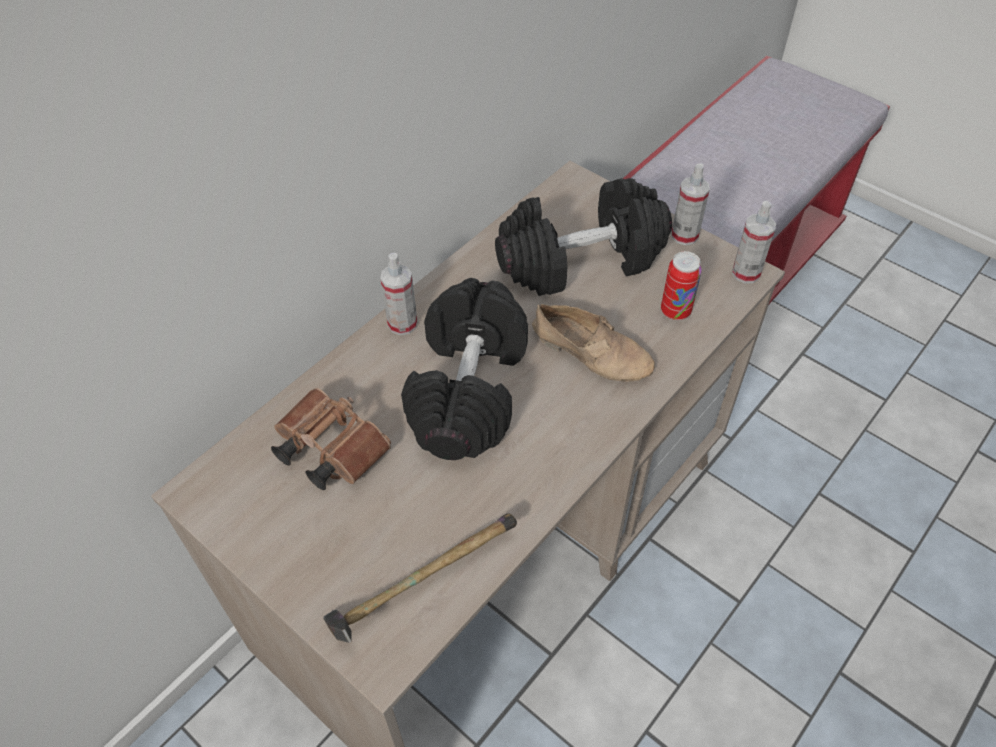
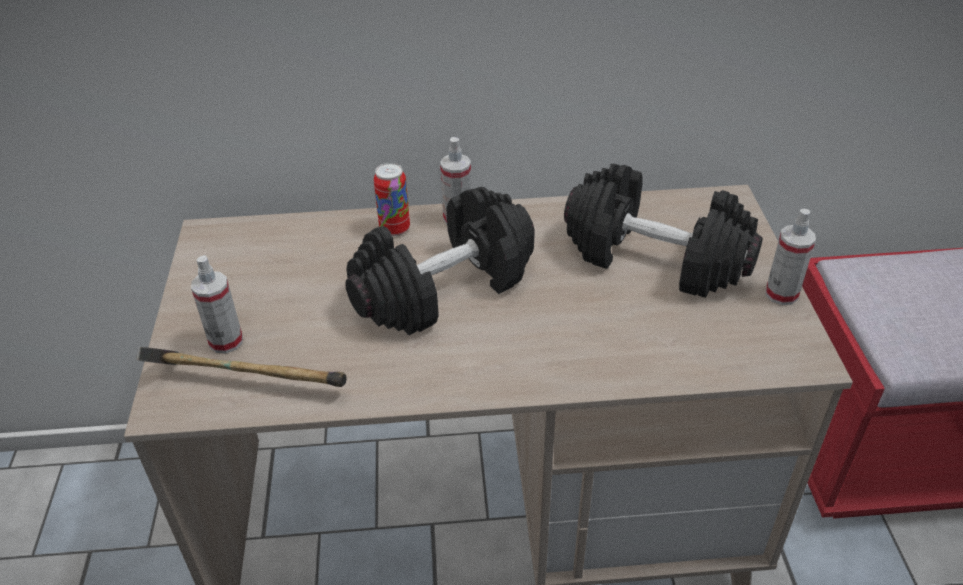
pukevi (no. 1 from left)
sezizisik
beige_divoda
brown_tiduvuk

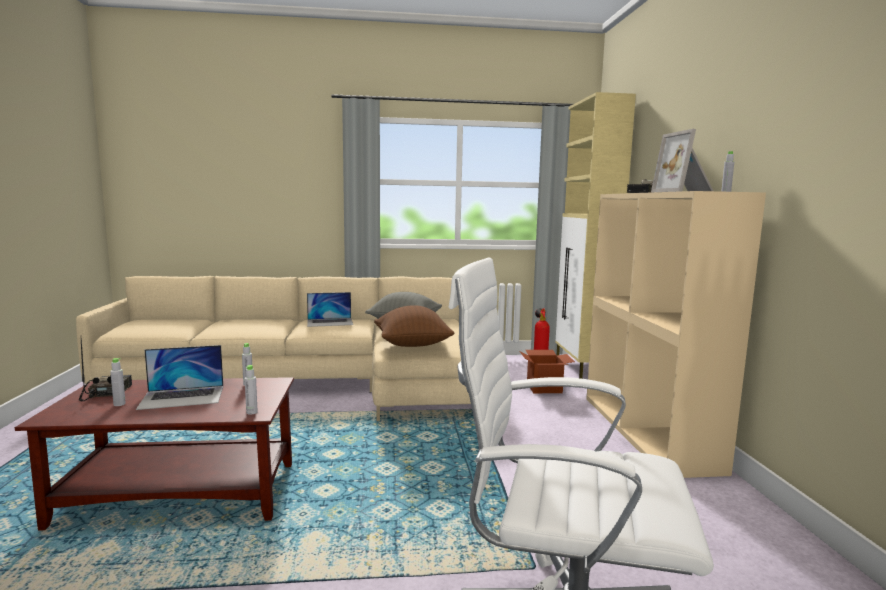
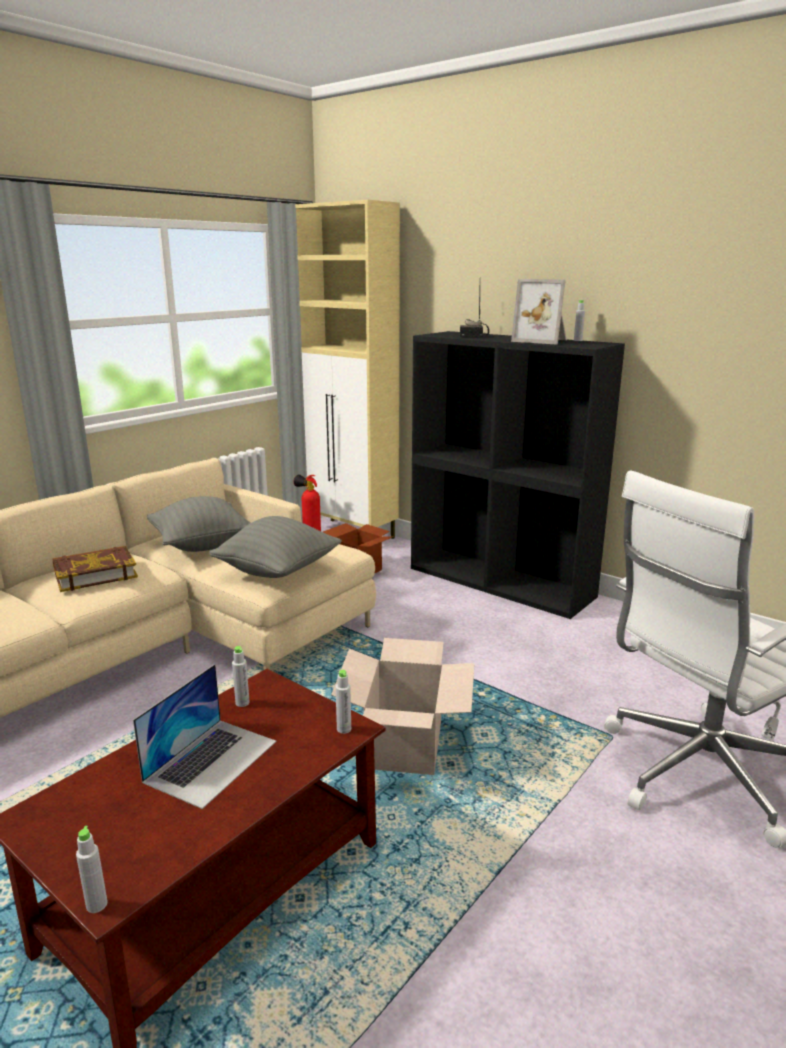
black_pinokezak
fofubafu
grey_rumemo (no. 2 from left)
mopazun (no. 1 from left in the first image)
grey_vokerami (no. 1 from left)
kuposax (no. 2 from left)

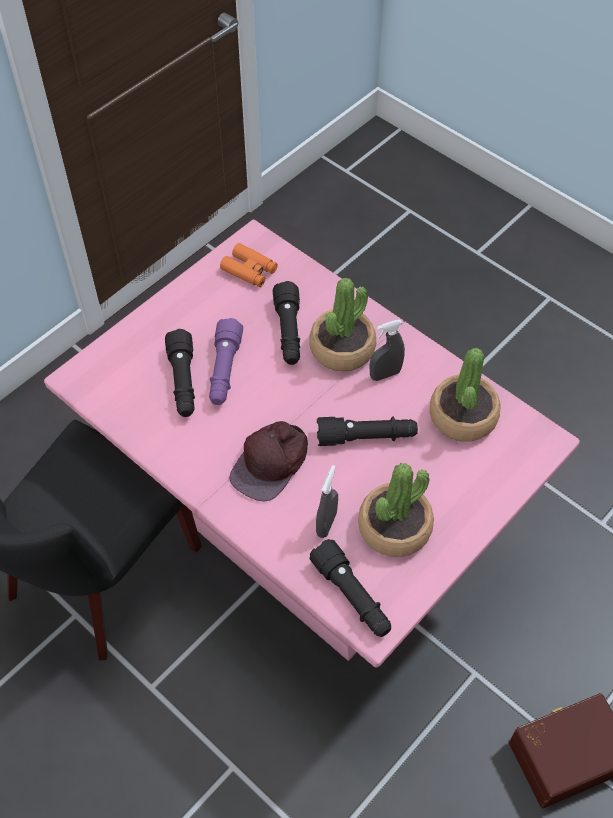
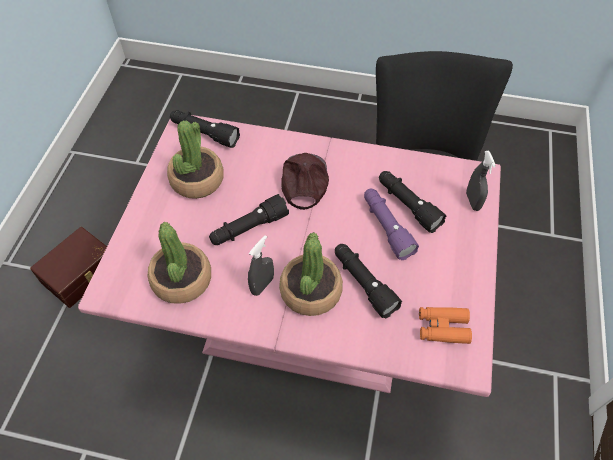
grey_pukevi (no. 2 from left)

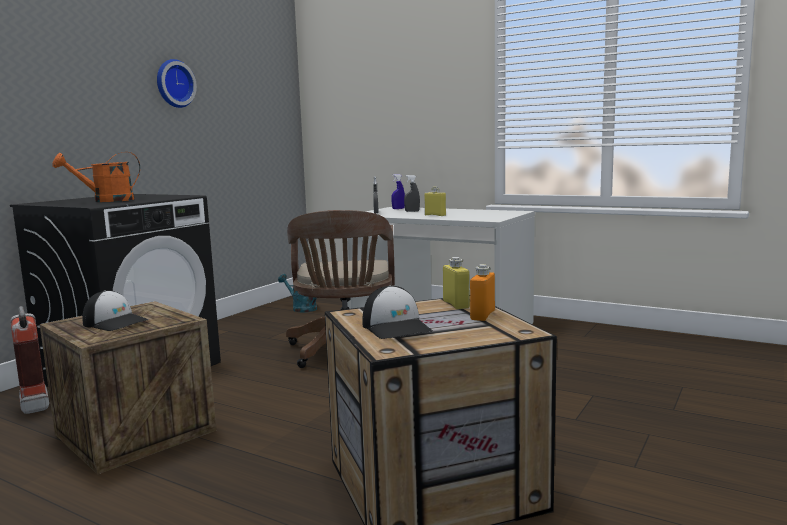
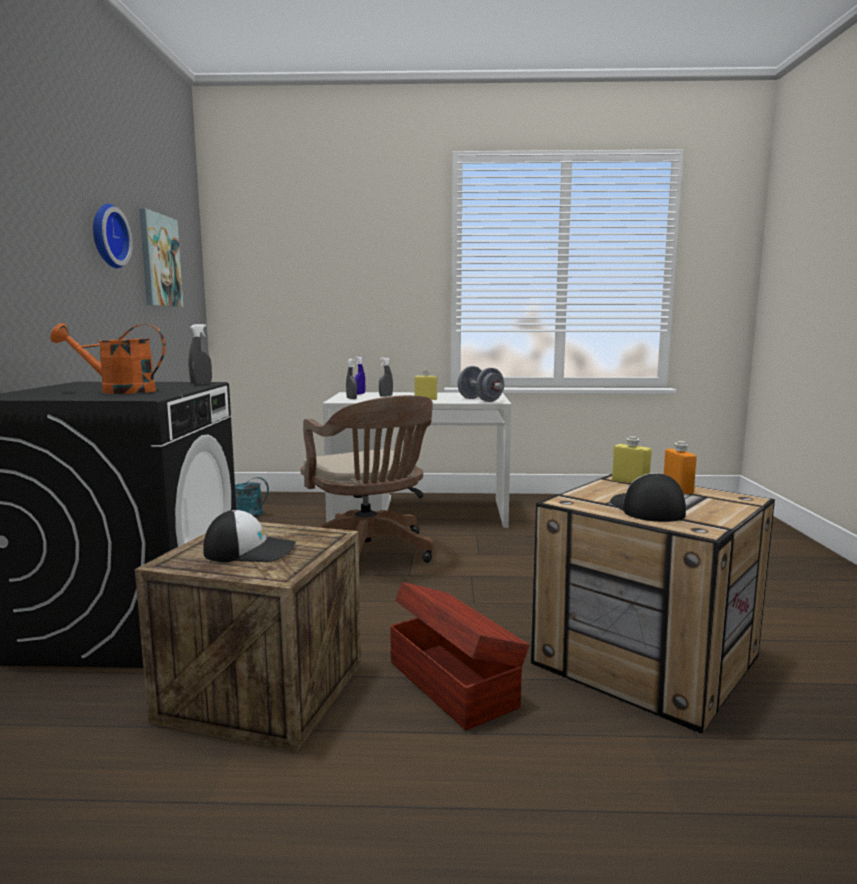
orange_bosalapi
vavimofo (no. 2 from left)
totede
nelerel
grey_pukevi (no. 1 from left)
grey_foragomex
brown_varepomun

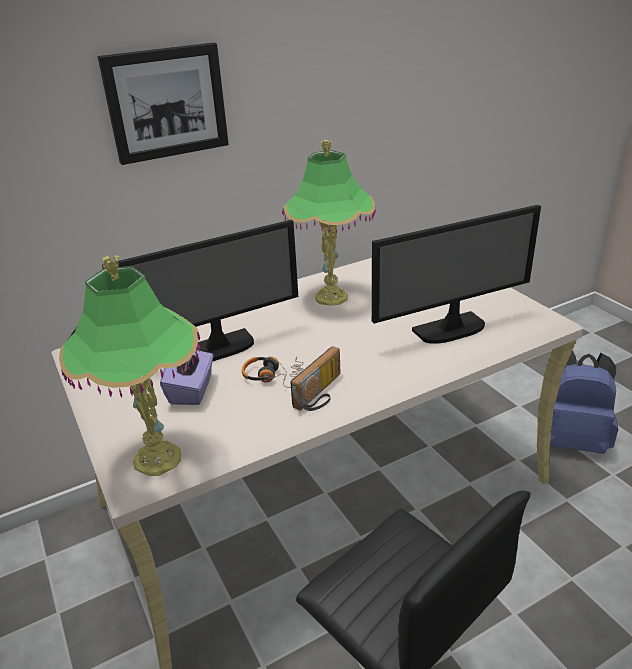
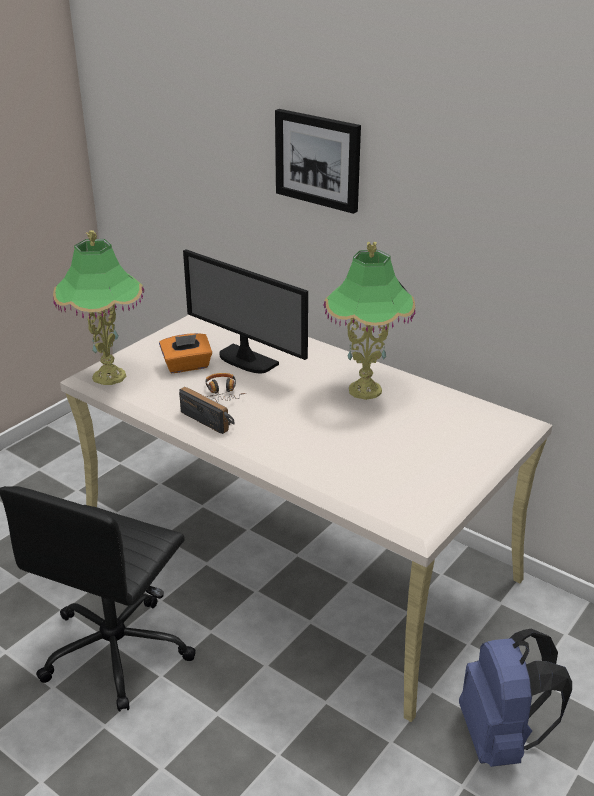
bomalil (no. 2 from left in the first image)
mopazun
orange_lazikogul

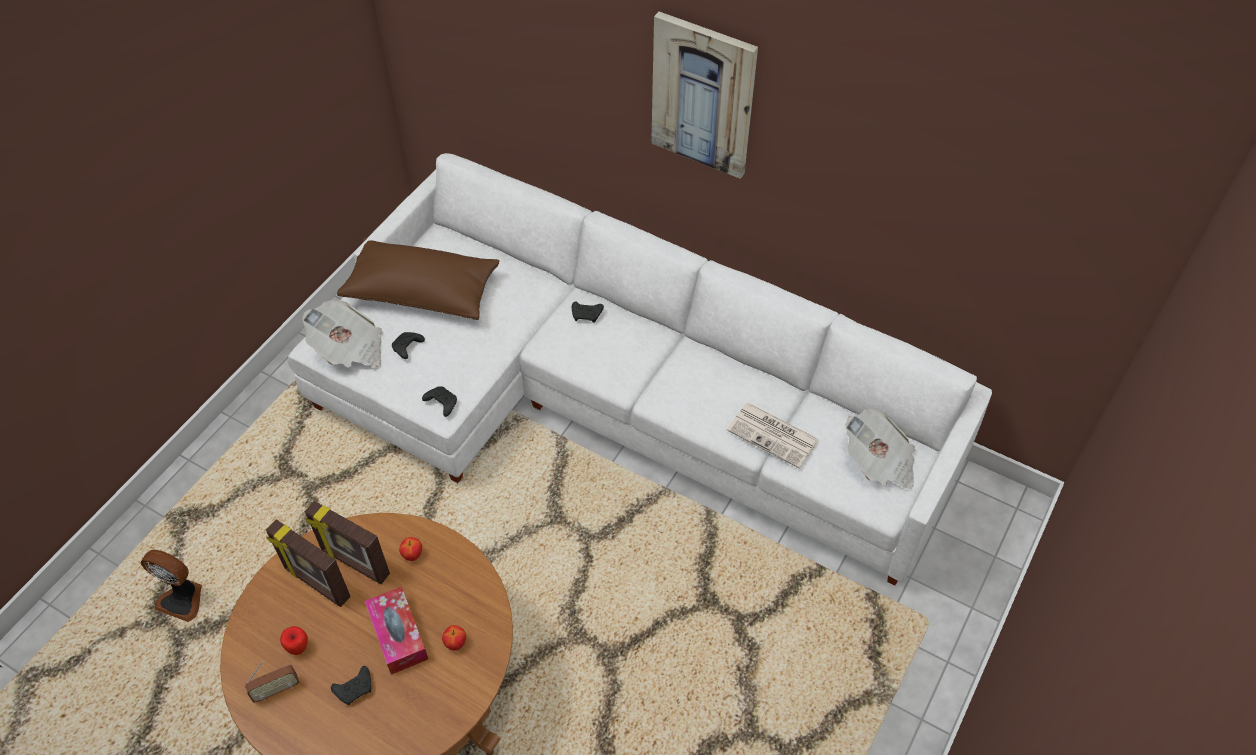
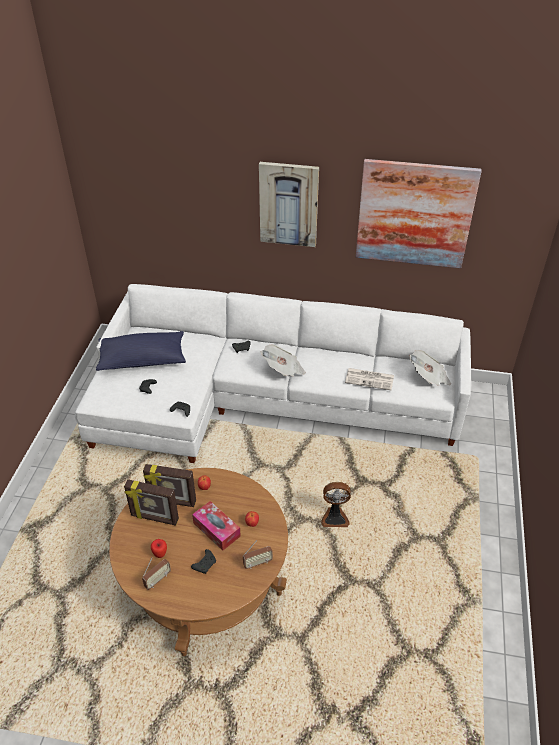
blue_rumemo
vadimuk (no. 1 from left)
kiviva
nelerel (no. 2 from left)
mopazun (no. 2 from left)

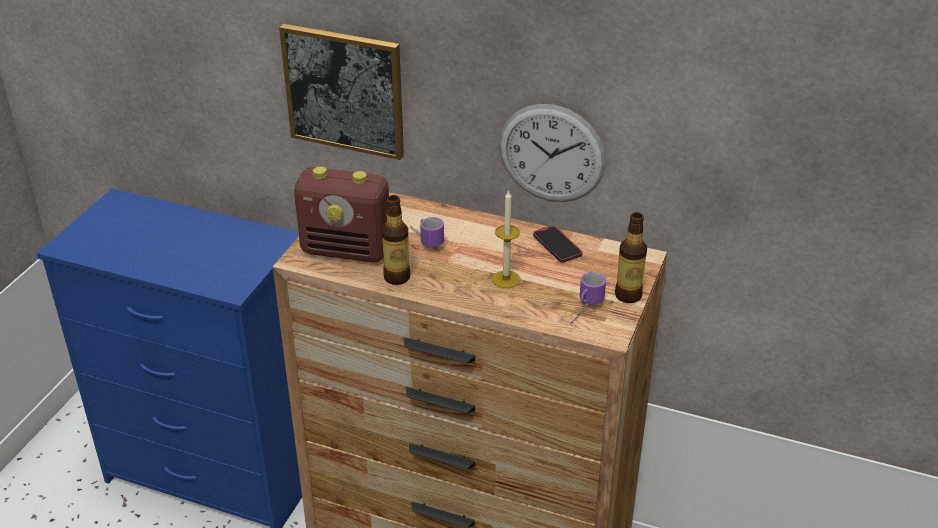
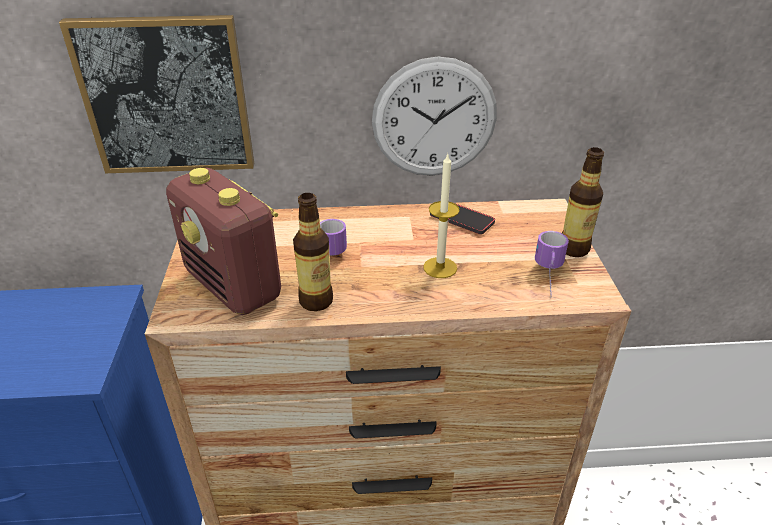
mopazun

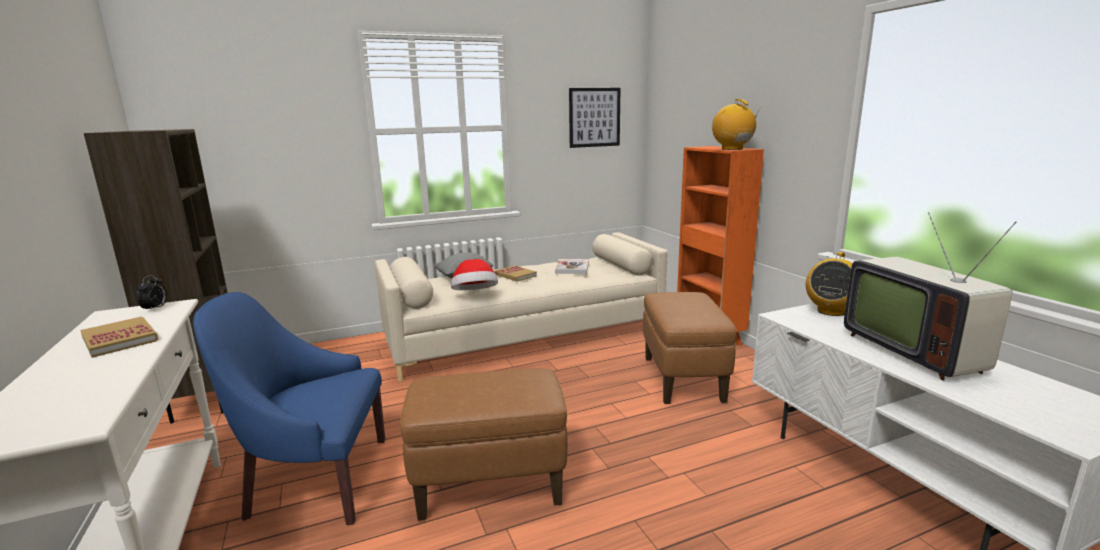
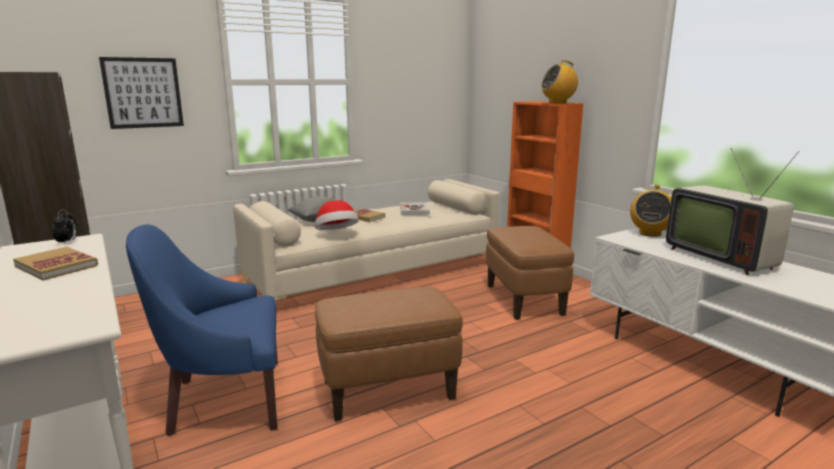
nelerel
mopazun (no. 1 from left)

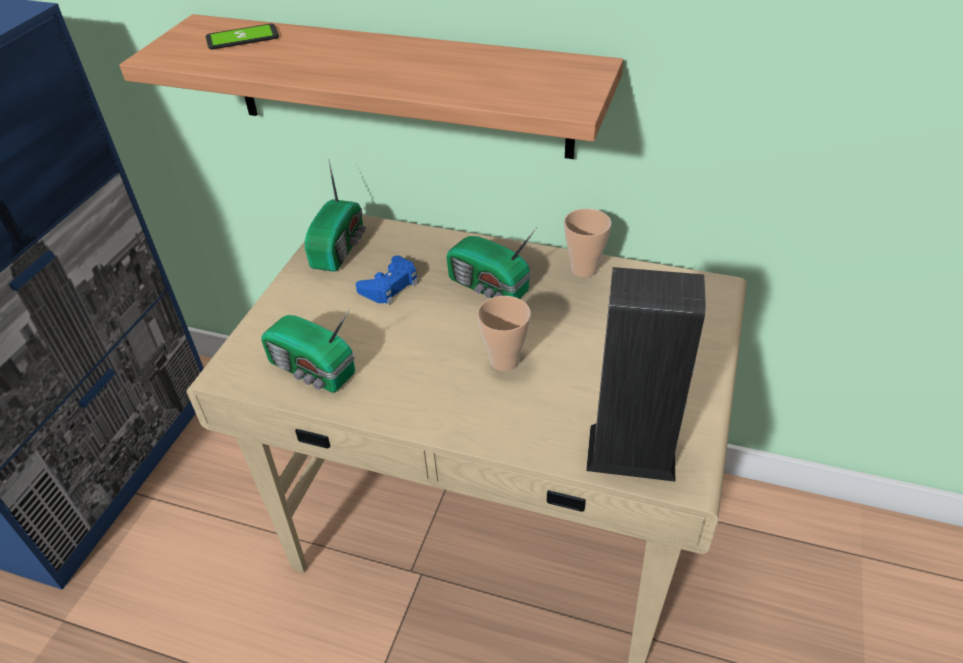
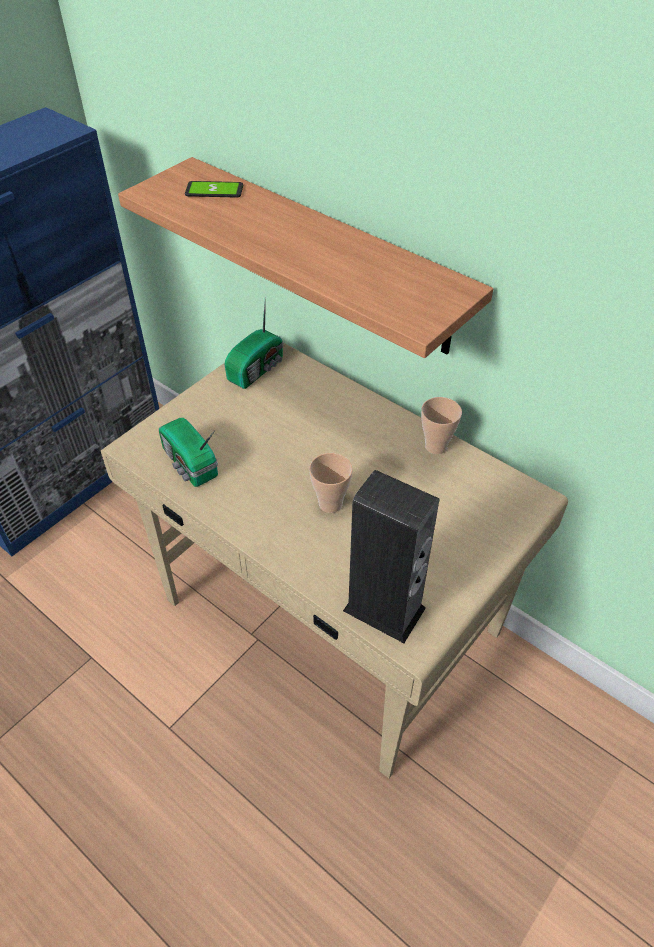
mopazun (no. 3 from left in the first image)
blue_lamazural

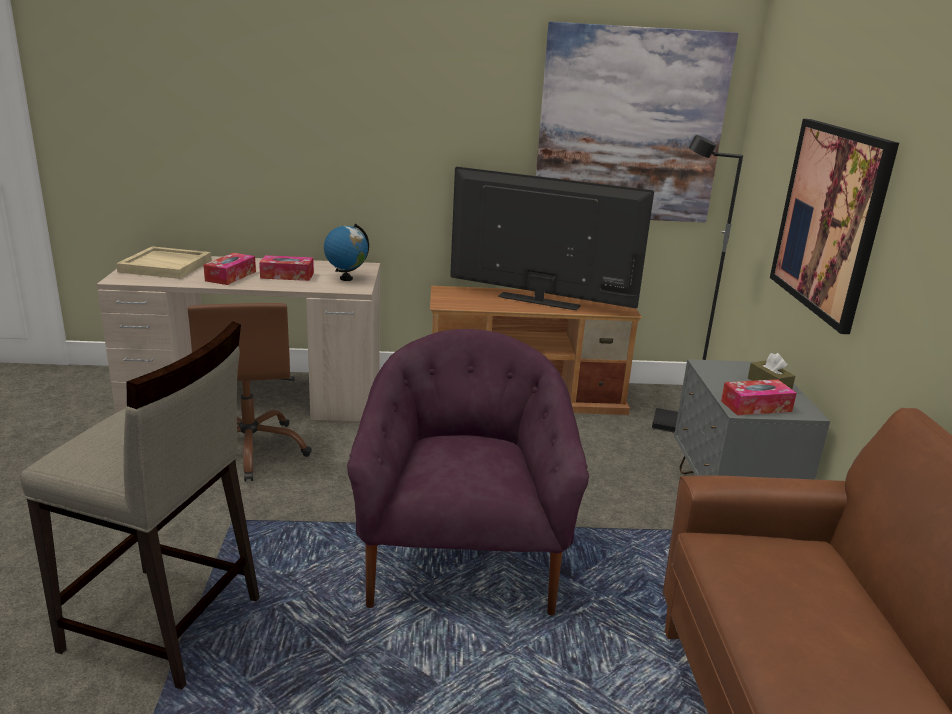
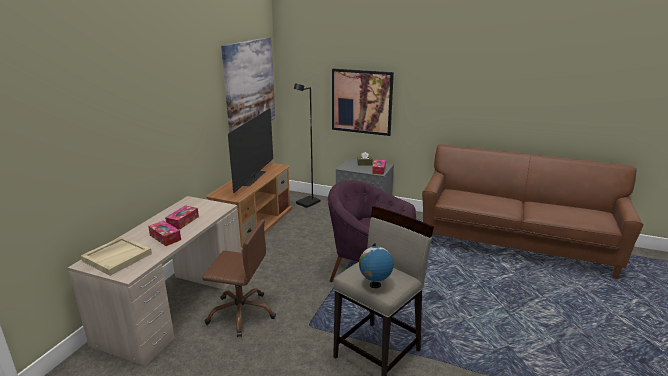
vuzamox
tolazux

